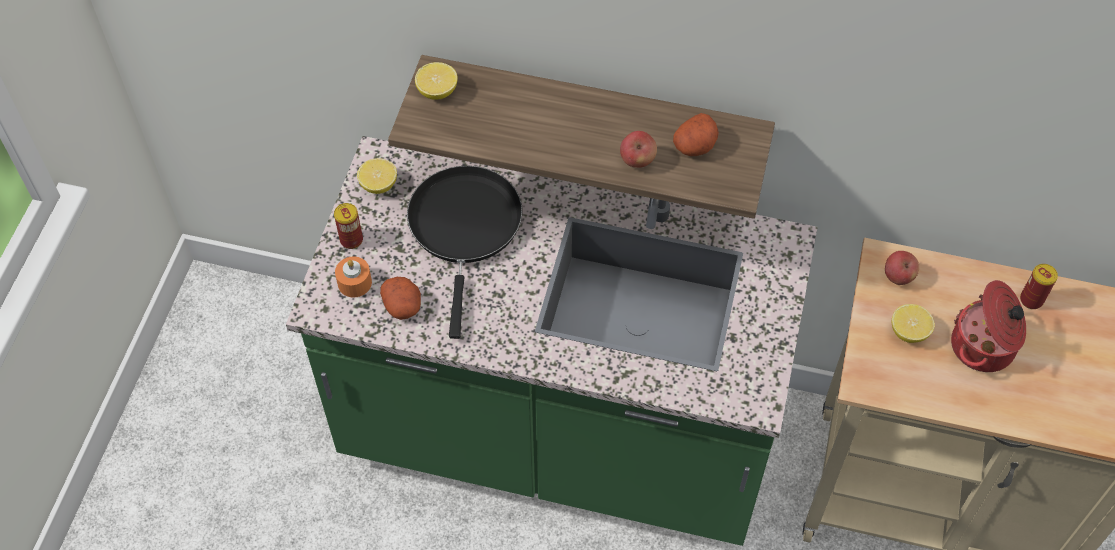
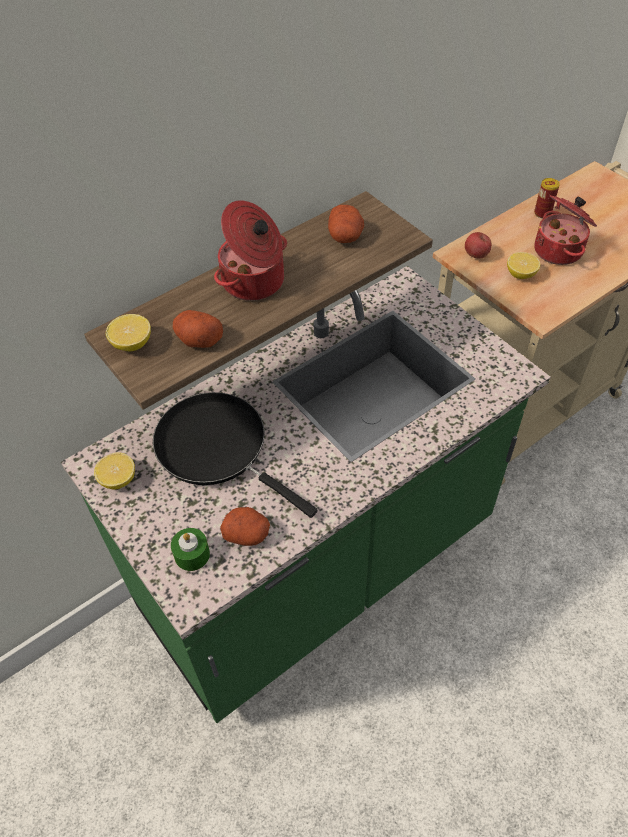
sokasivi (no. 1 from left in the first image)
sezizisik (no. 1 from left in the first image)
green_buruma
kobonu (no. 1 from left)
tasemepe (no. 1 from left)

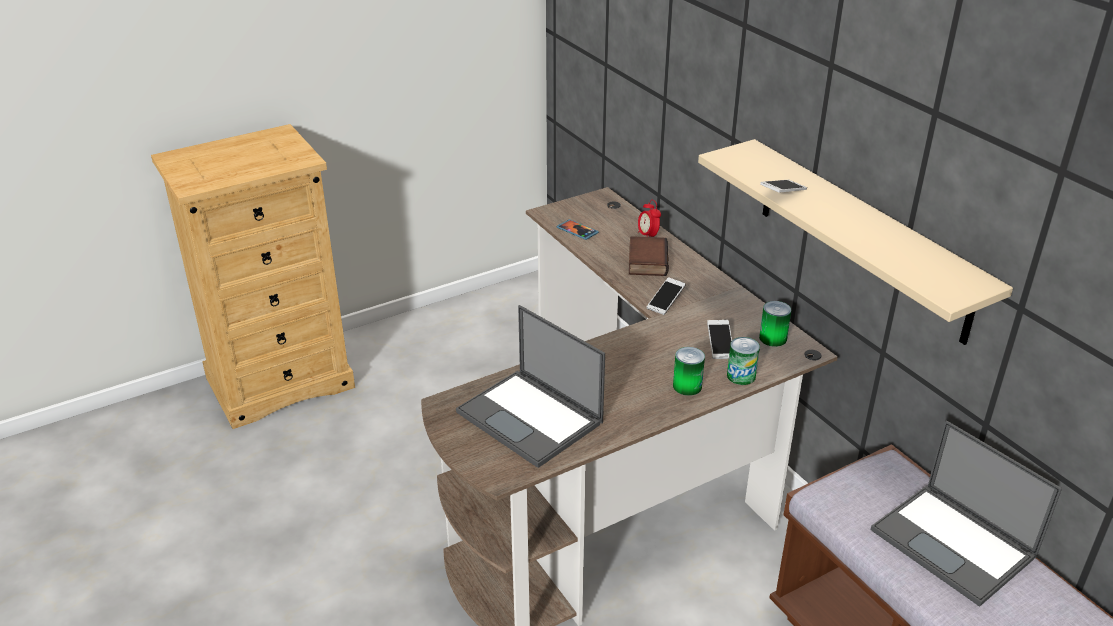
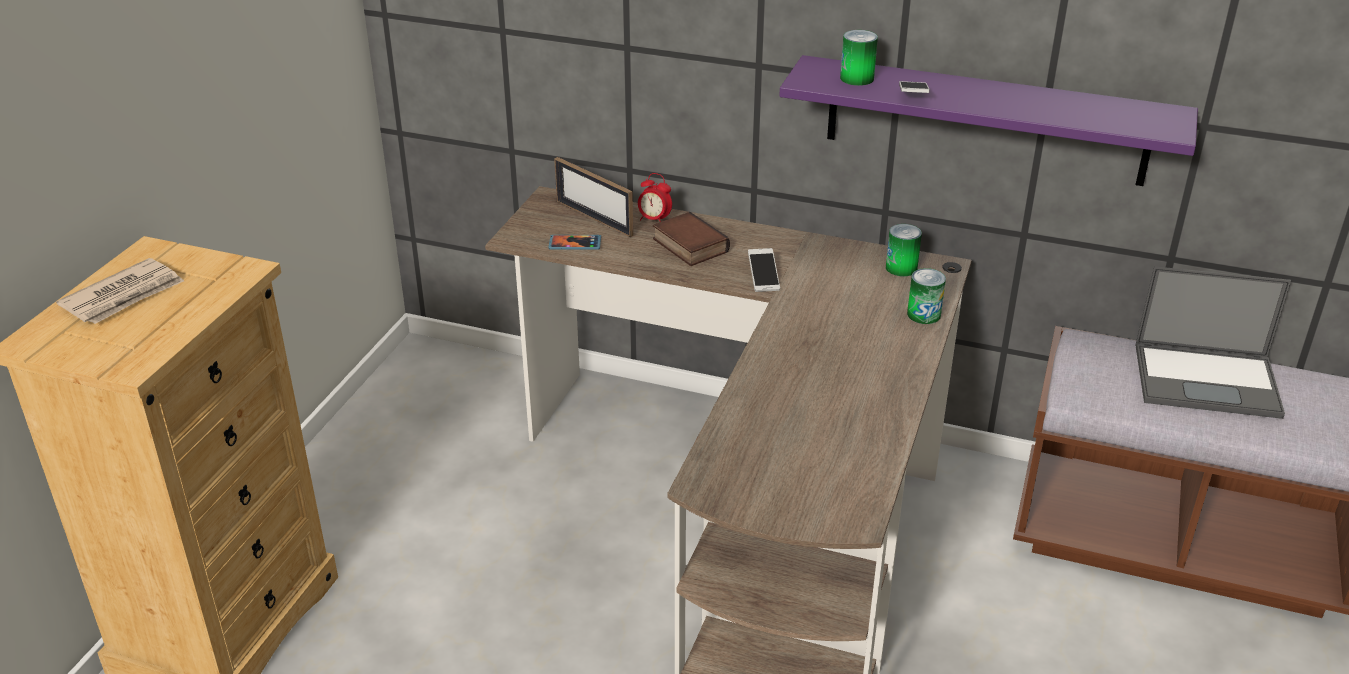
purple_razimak
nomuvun (no. 1 from left in the first image)
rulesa (no. 3 from left in the first image)
sezizisik (no. 1 from left)
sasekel
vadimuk

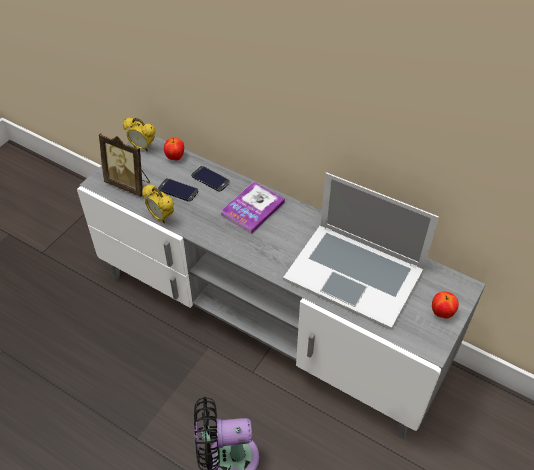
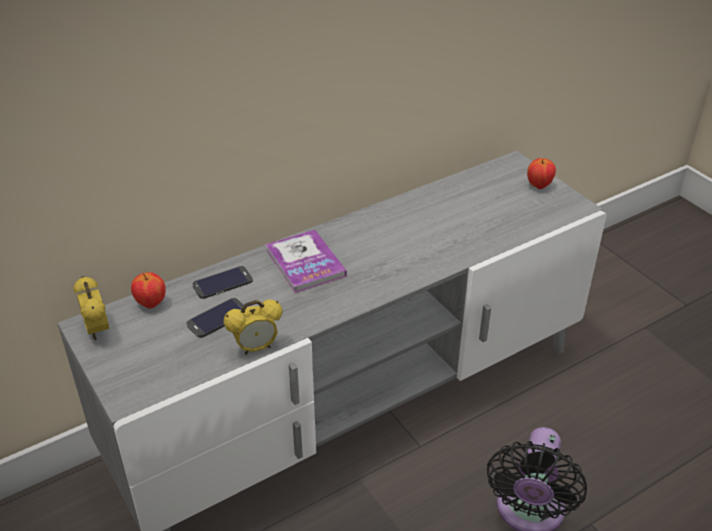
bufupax (no. 1 from left)
sasekel
nomuvun

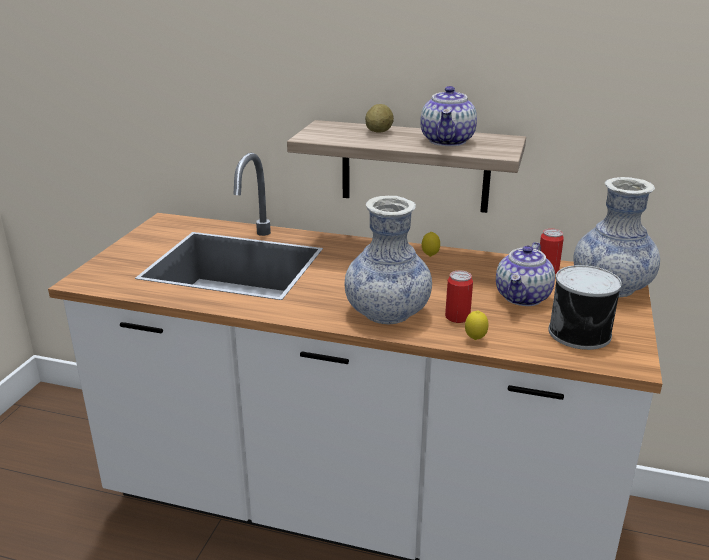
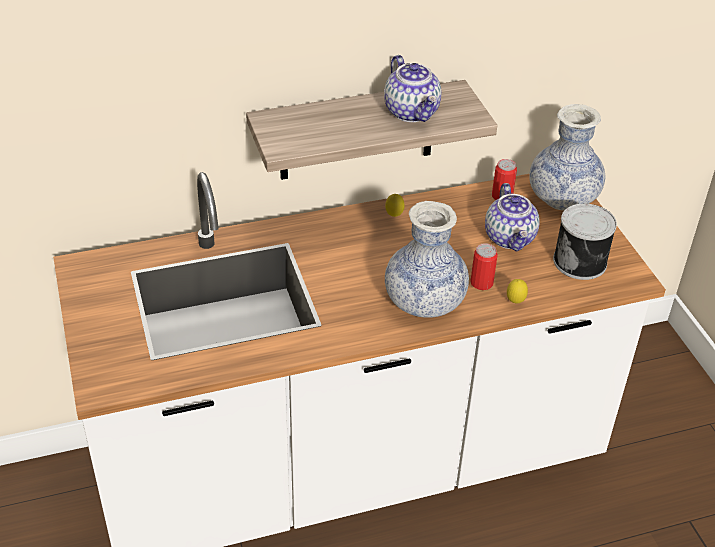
tasemepe

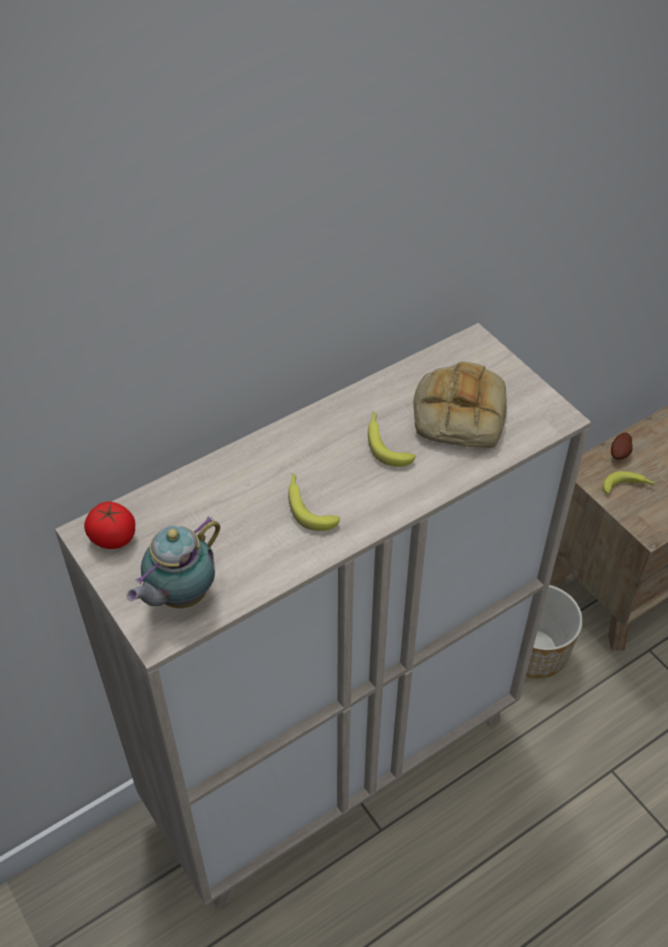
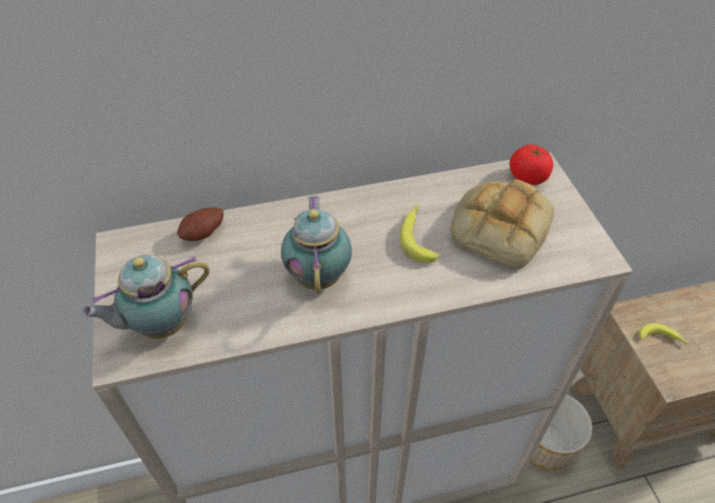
tasemepe
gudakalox (no. 2 from left)
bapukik

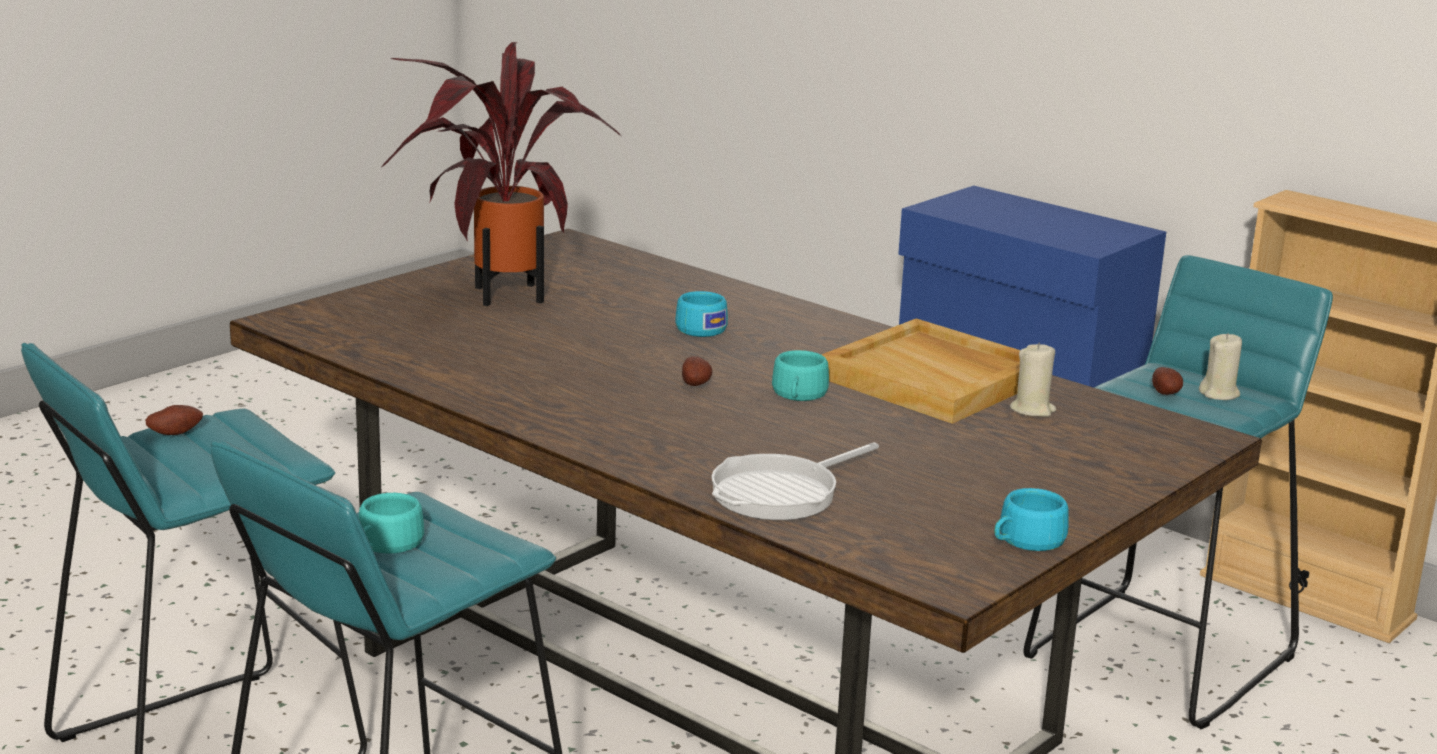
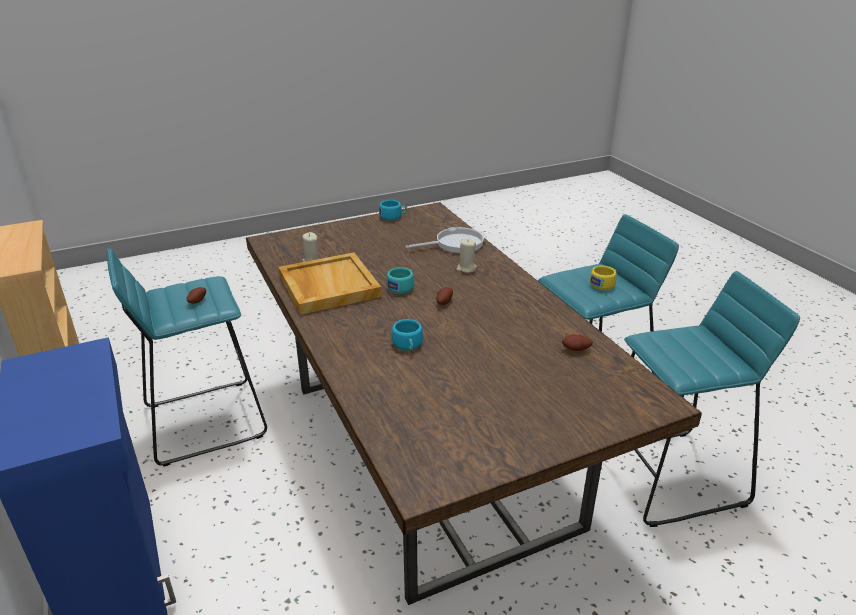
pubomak
beige_buruma (no. 2 from left)
tasemepe (no. 3 from left)
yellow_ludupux

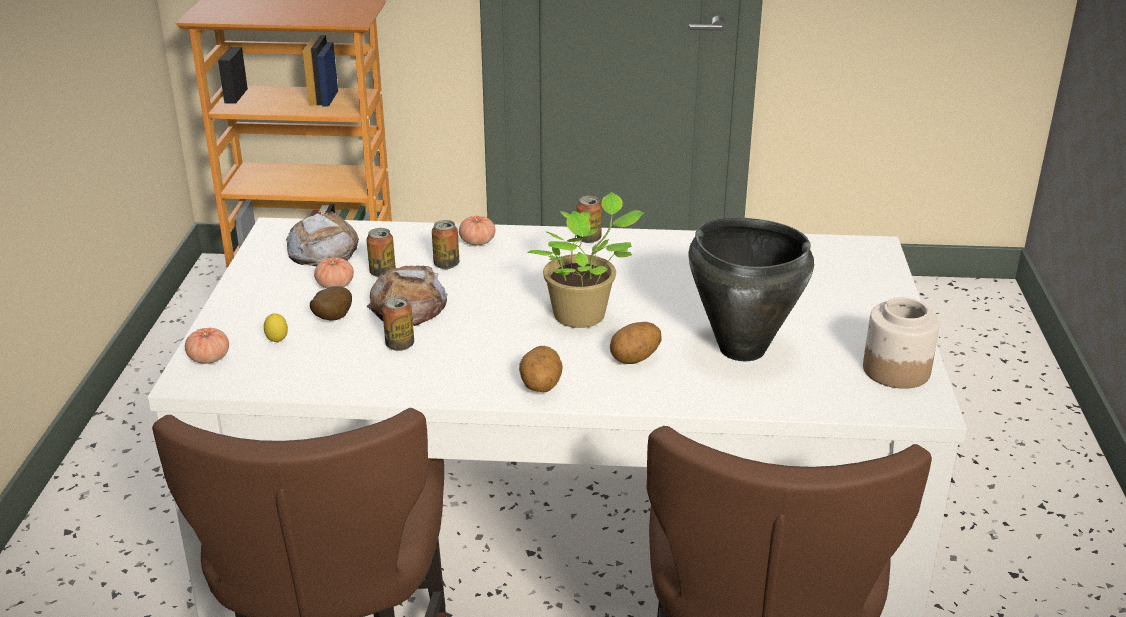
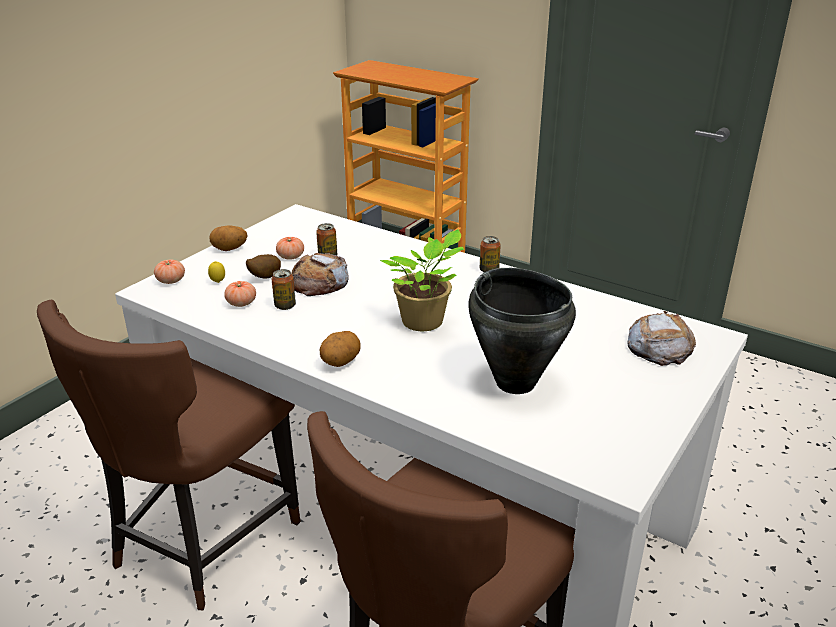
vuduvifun (no. 2 from left)
bapukik (no. 2 from left)
sezizisik (no. 3 from left in the first image)
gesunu
tasemepe (no. 1 from left)

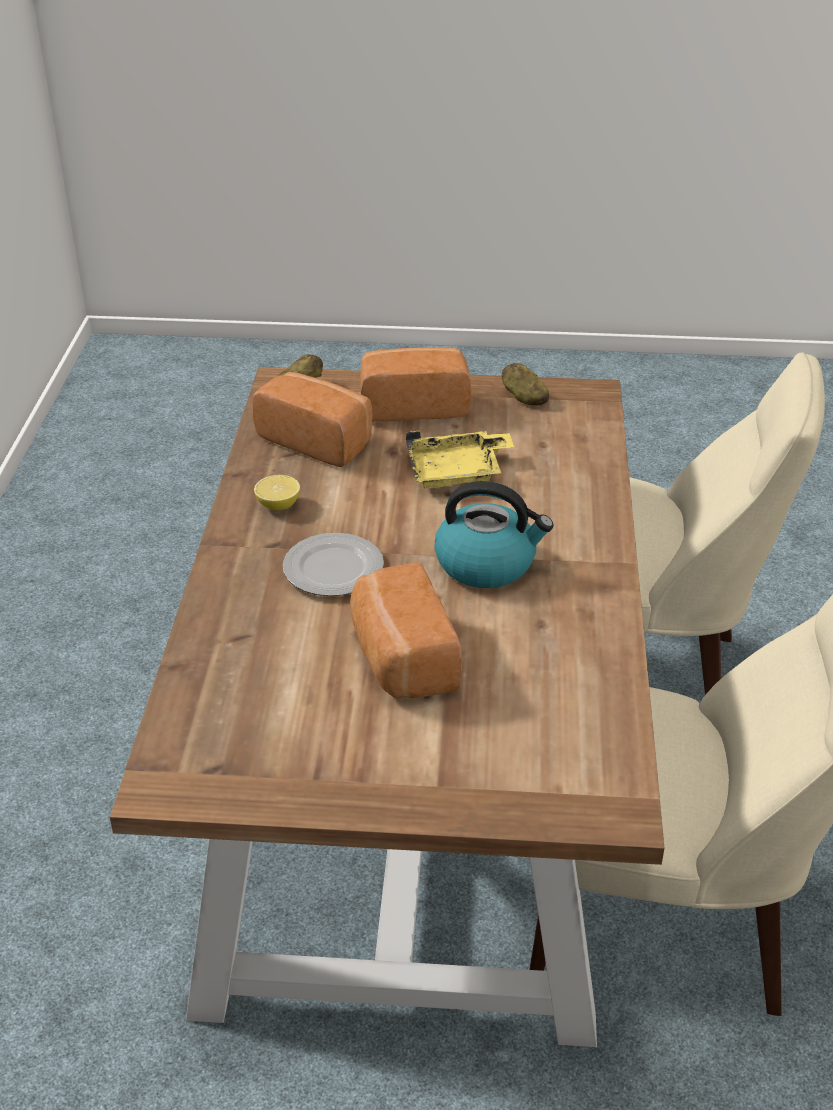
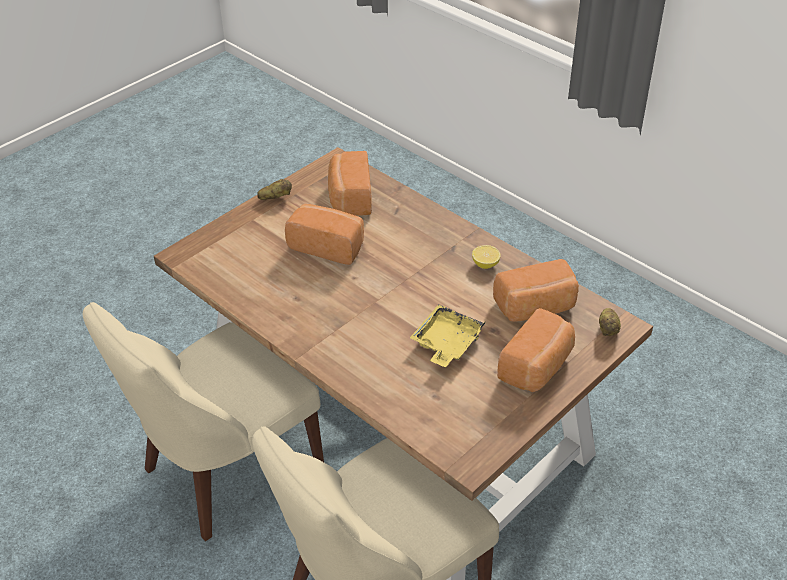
tasemepe (no. 1 from left)
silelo
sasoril
vuduvifun (no. 2 from left)

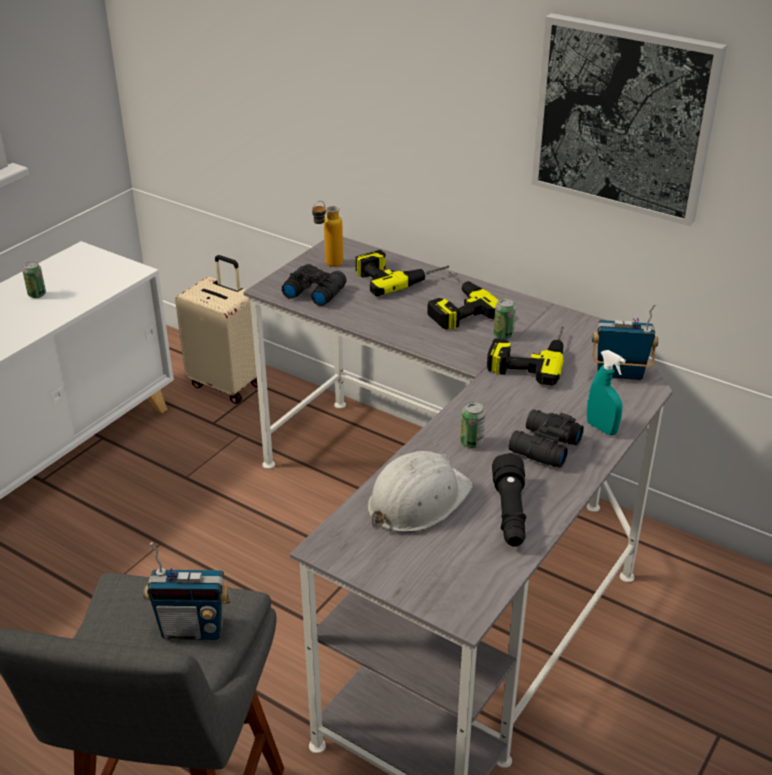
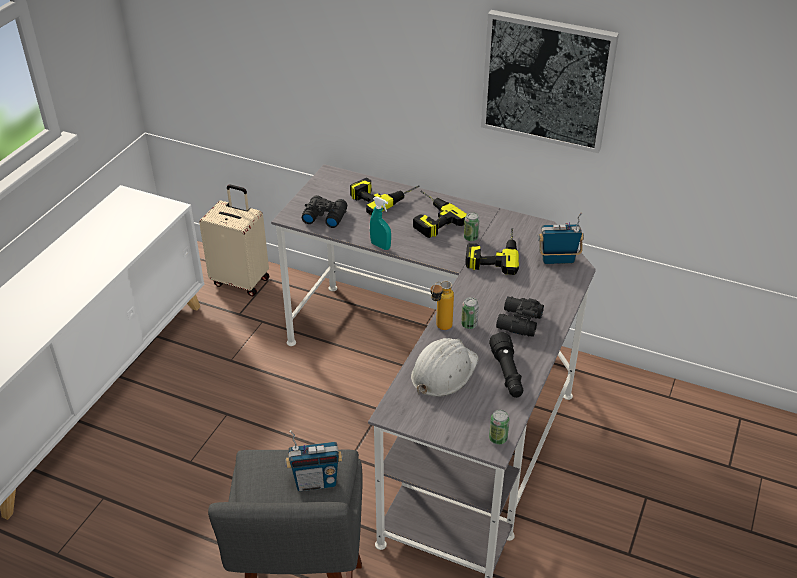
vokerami
sezizisik (no. 3 from left)
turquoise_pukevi

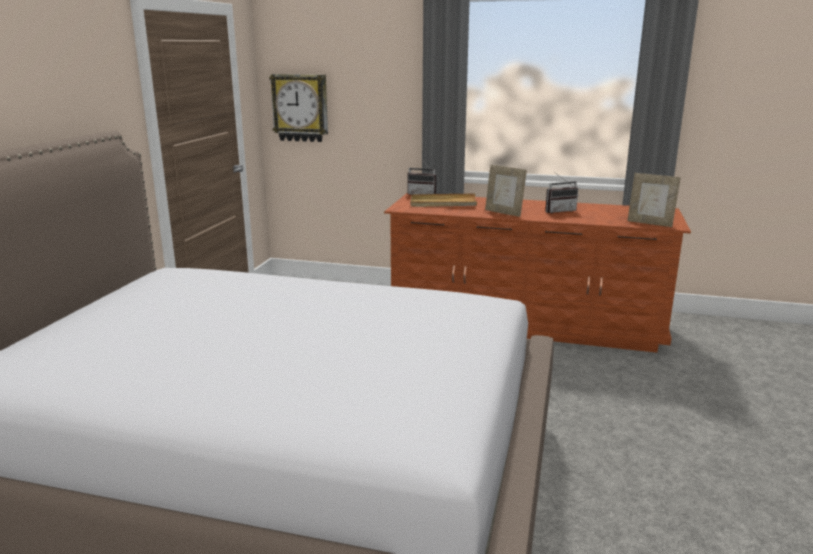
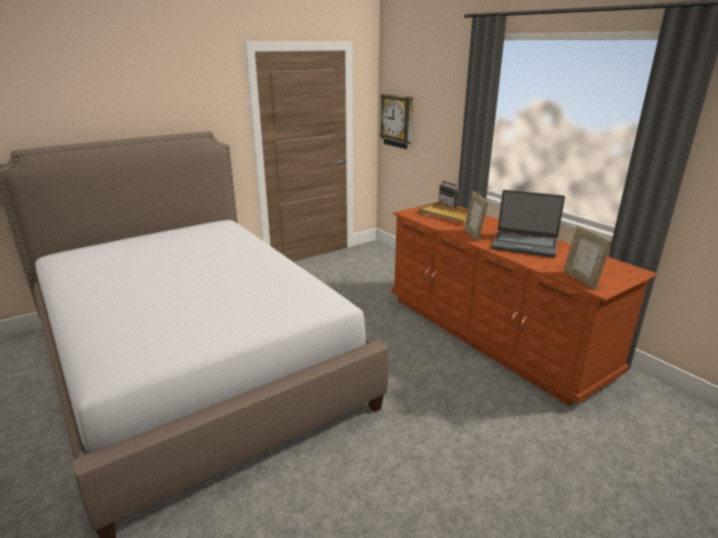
nomuvun

